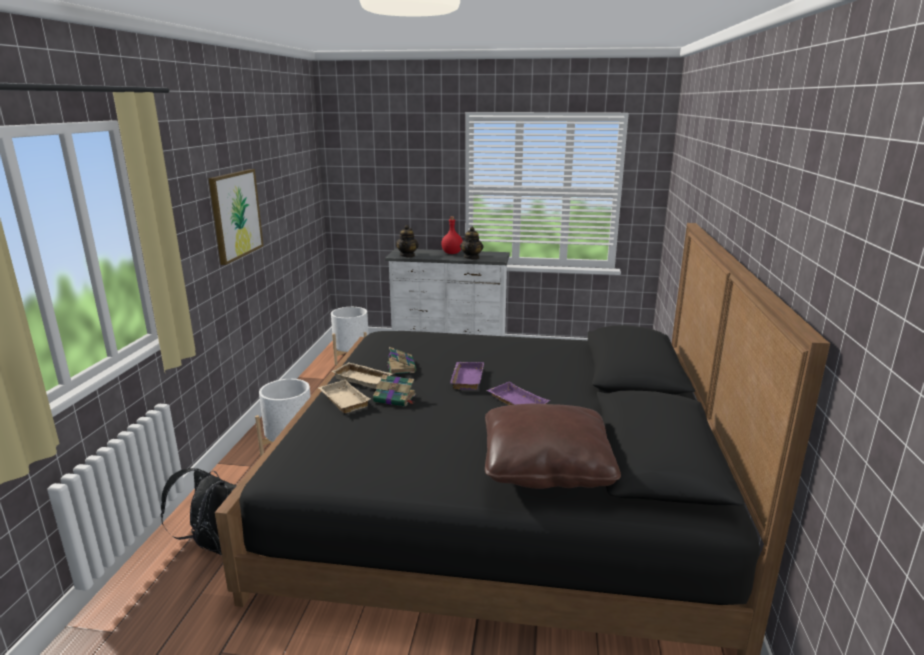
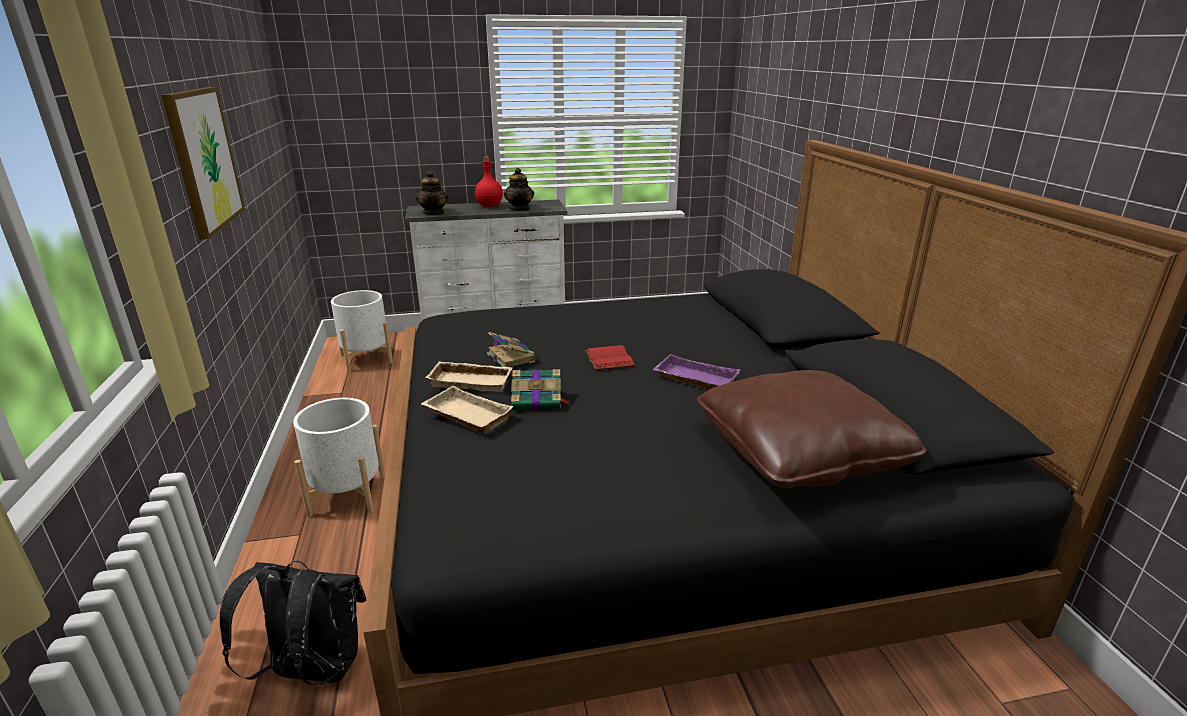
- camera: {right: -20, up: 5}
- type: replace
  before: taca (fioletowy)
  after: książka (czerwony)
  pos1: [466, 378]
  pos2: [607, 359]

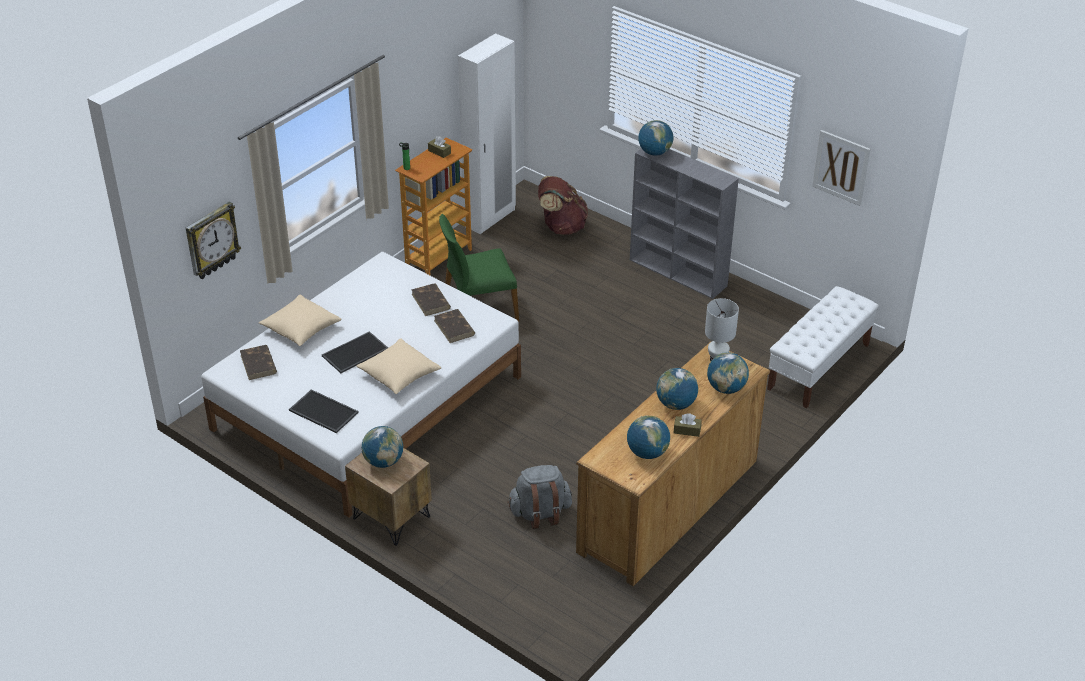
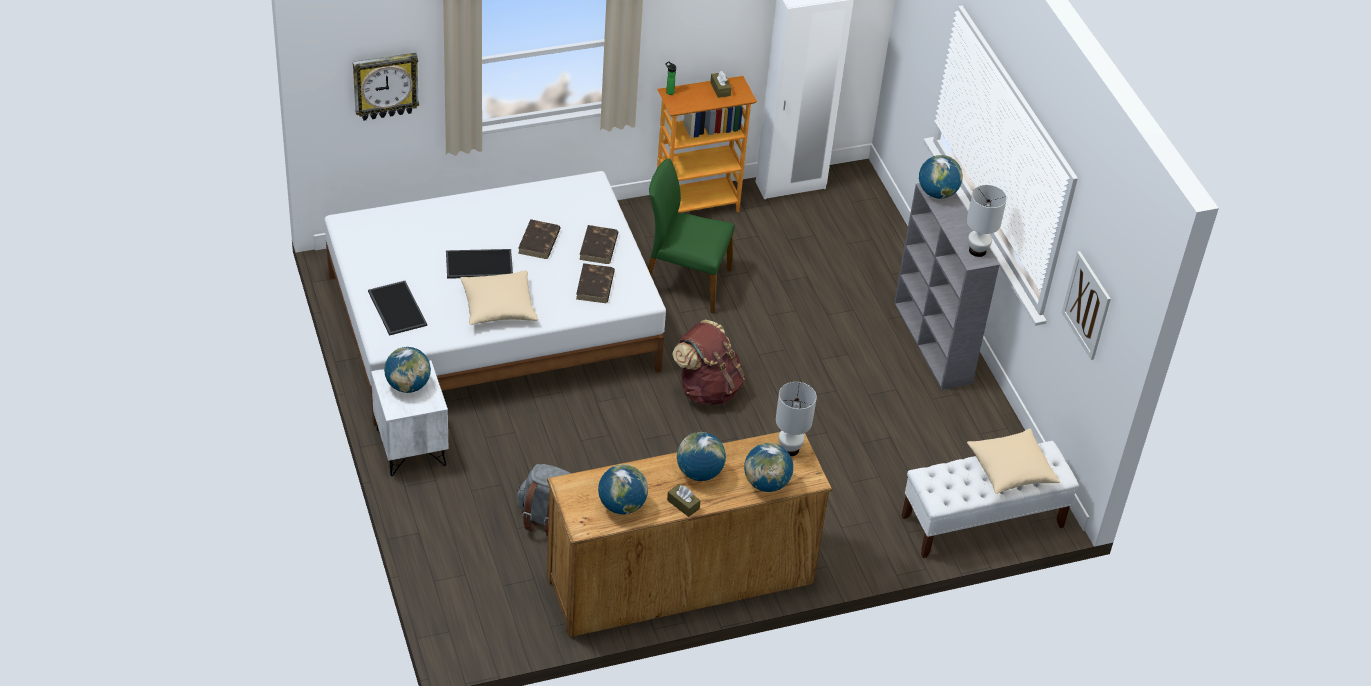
- camera: {right: 30, up: 5}
- type: insert
  after: lampa stołowa (biały)
  pos2: [977, 250]
- type: move
  before: książka (brązowy)
  pos1: [258, 364]
  pos2: [539, 242]
- type: move
  before: poduszka (beżowy)
  pos1: [301, 329]
  pos2: [1010, 470]
- type: move
  before: plecak (brązowy)
  pos1: [561, 227]
  pos2: [707, 388]
- type: recolor
  before: szafka nocna (brązowy)
  after: szafka nocna (biały)
  pos1: [391, 518]
  pos2: [410, 447]

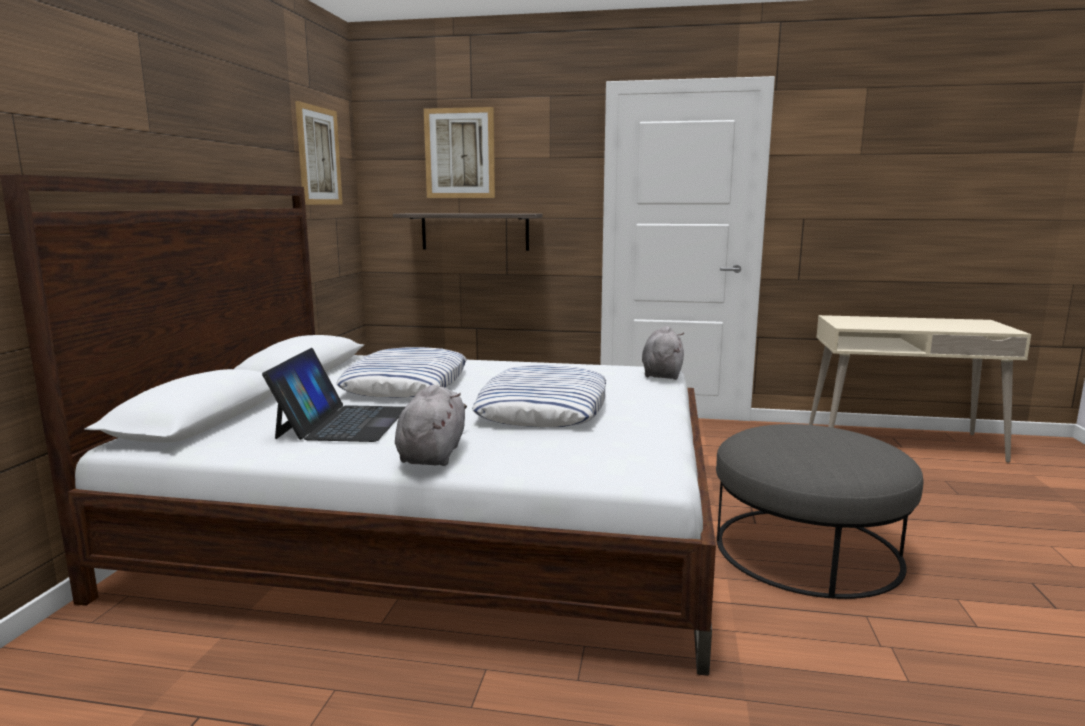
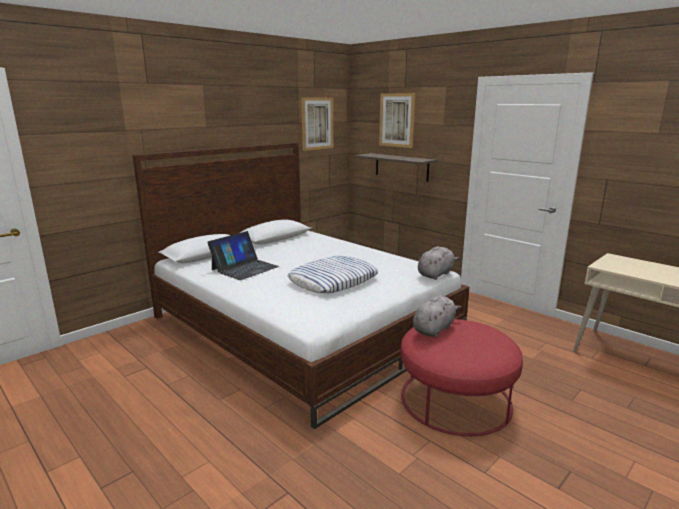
- camera: {right: 35, up: 5}
- type: delete
  before: poduszka
  pos1: [406, 383]
- type: move
  before: pluszak (szary)
  pos1: [432, 454]
  pos2: [434, 329]
- type: recolor
  before: pufa (szary)
  after: pufa (czerwony)
  pos1: [806, 549]
  pos2: [455, 399]

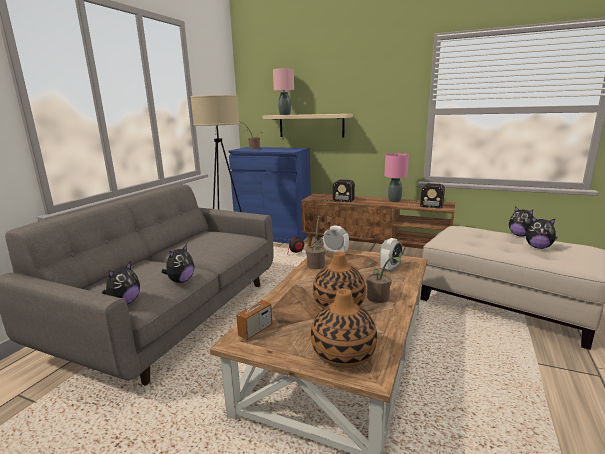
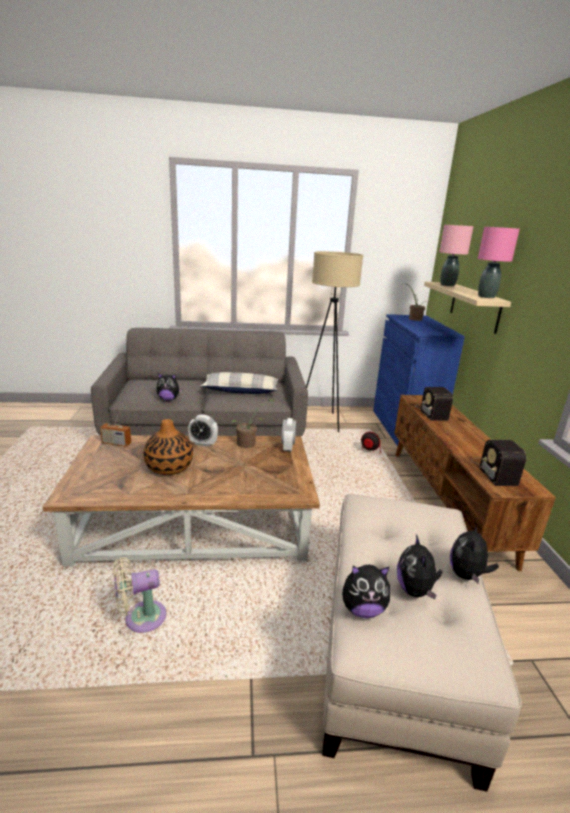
- camera: {right: 60, up: 5}
- type: delete
  before: wazon
  pos1: [343, 354]
- type: delete
  before: roślina doniczkowa
  pos1: [379, 299]
- type: insert
  after: wentylator (beżowy)
  pos2: [141, 618]
- type: insert
  after: poduszka
  pos2: [241, 390]
- type: move
  before: pluszak
  pos1: [124, 302]
  pos2: [362, 609]
- type: move
  before: budzik
  pos1: [390, 268]
  pos2: [203, 443]
- type: move
  before: lampa stołowa (różowy)
  pos1: [394, 201]
  pos2: [486, 297]

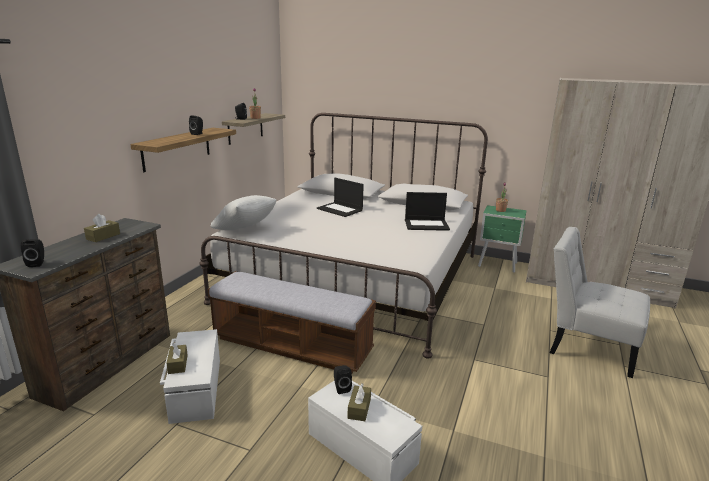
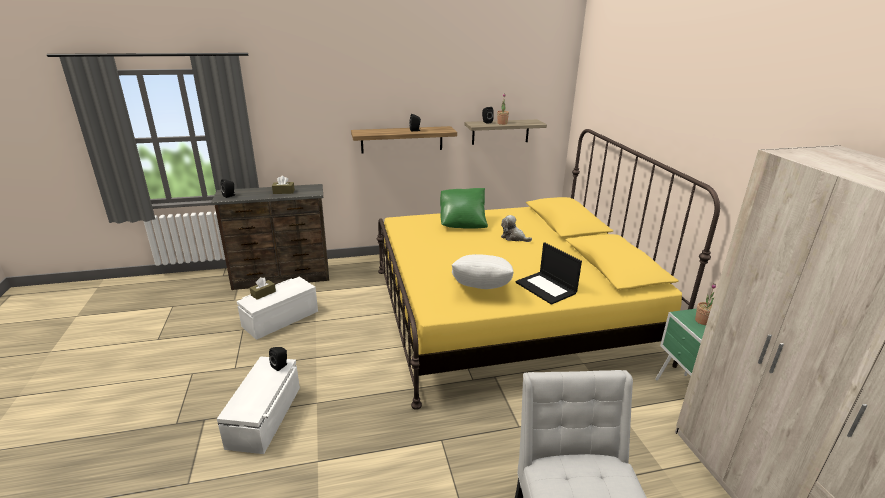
- camera: {right: 55, up: 5}
- type: delete
  before: ławka
  pos1: [292, 345]
- type: delete
  before: pudełko chusteczek (brązowy)
  pos1: [359, 408]
- type: insert
  after: poduszka (zielony)
  pos2: [462, 223]
- type: move
  before: poduszka (biały)
  pos1: [245, 230]
  pos2: [480, 290]
- type: replace
  before: laptop
  after: pluszak
  pos1: [340, 209]
  pos2: [513, 237]
- type: recolor
  before: łóżko (biały)
  after: łóżko (żółty)
  pos1: [355, 277]
  pos2: [508, 313]

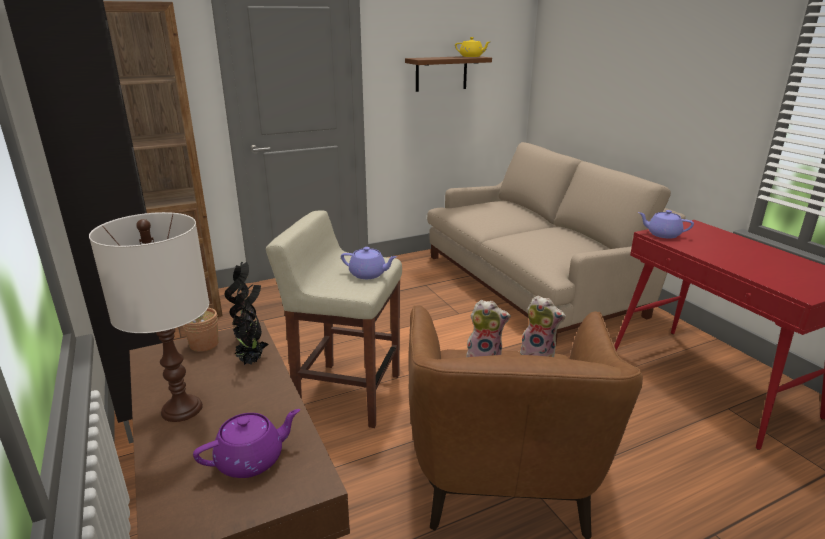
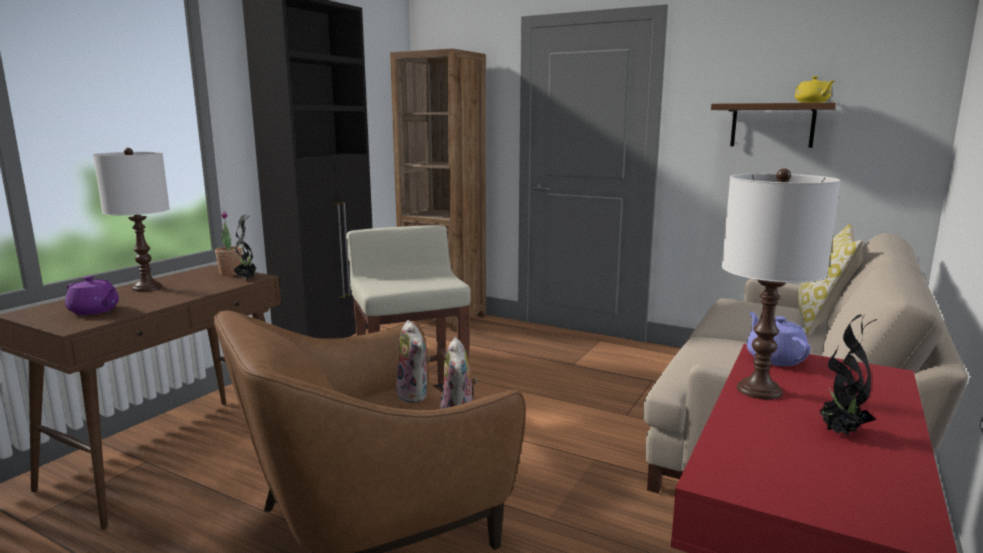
- camera: {right: 55, up: -10}
- type: delete
  before: imbryk (fioletowy)
  pos1: [368, 274]
- type: insert
  after: lampa stołowa (biały)
  pos2: [759, 390]
- type: insert
  after: poduszka
  pos2: [822, 321]
- type: move
  before: roślina doniczkowa
  pos1: [251, 362]
  pos2: [840, 432]

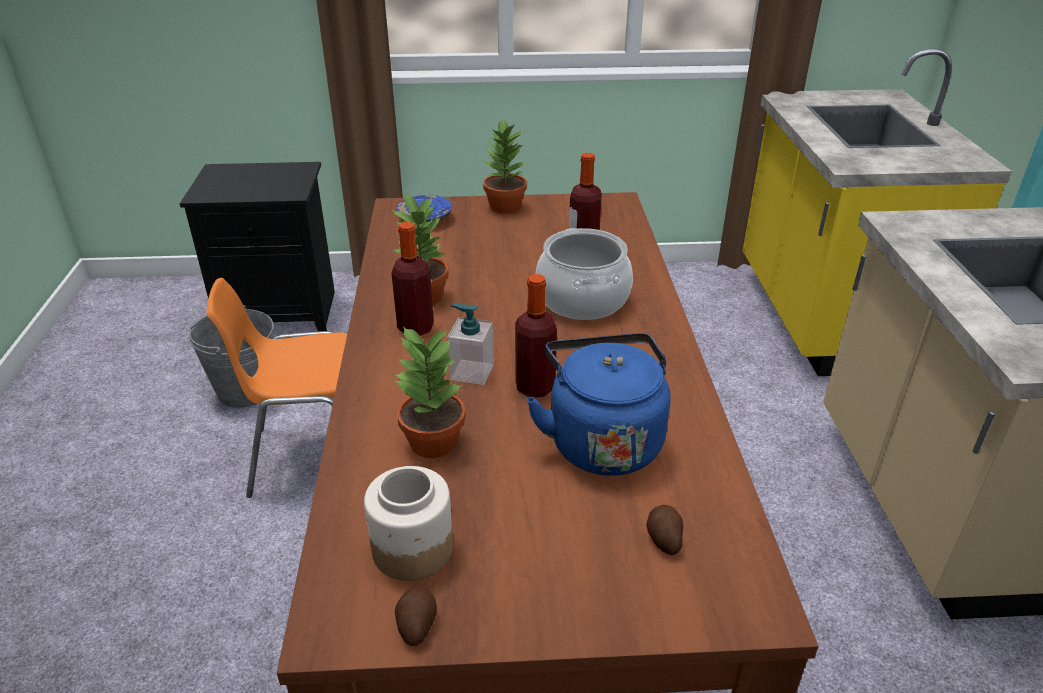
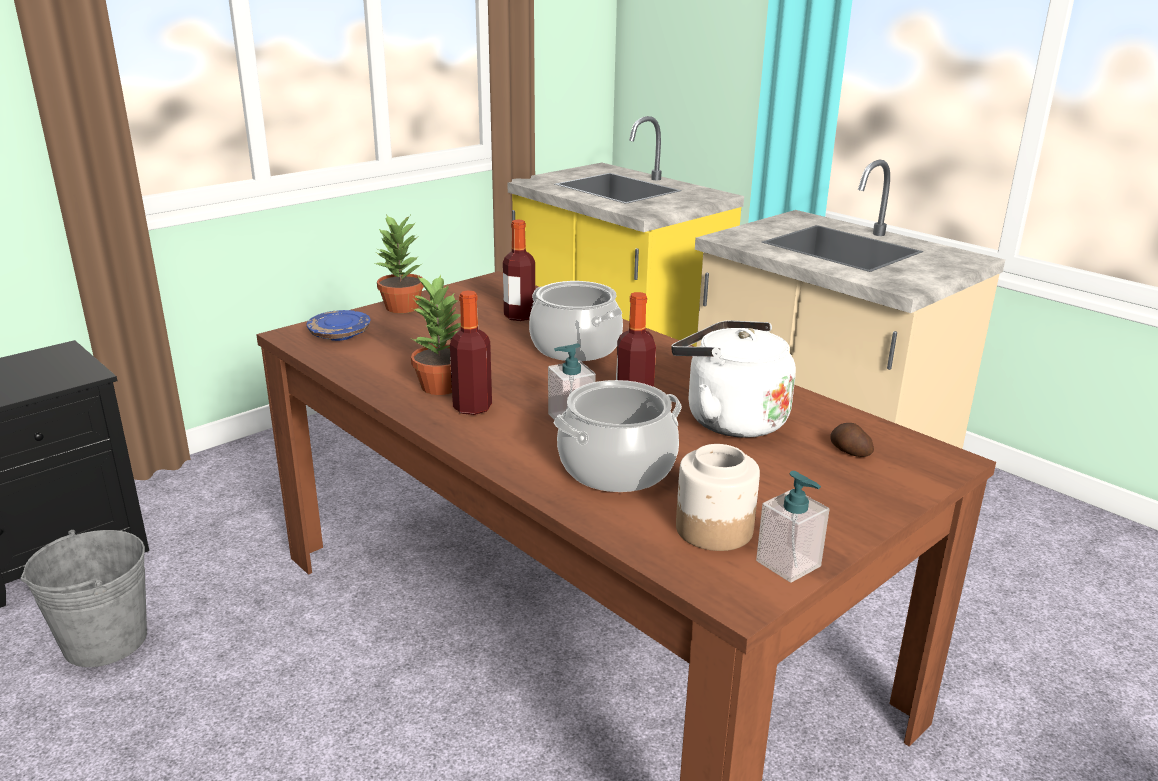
- camera: {right: -40, up: -10}
- type: delete
  before: krzesło (pomarańczowy)
  pos1: [314, 456]
- type: replace
  before: roślina doniczkowa
  after: garnek
  pos1: [432, 442]
  pos2: [617, 468]
- type: replace
  before: ziemniak
  after: dozownik mydła
  pos1: [416, 624]
  pos2: [788, 564]
- type: recolor
  before: czajnik (niebieski)
  after: czajnik (biały)
  pos1: [602, 440]
  pos2: [729, 419]

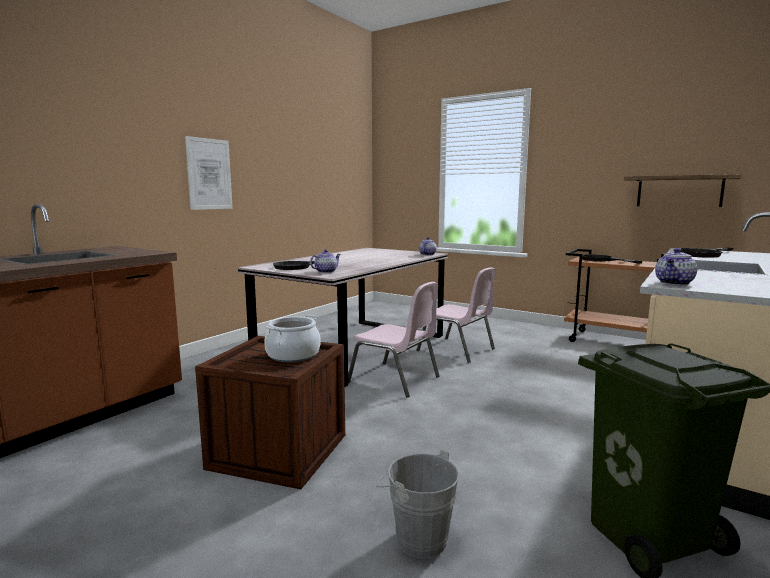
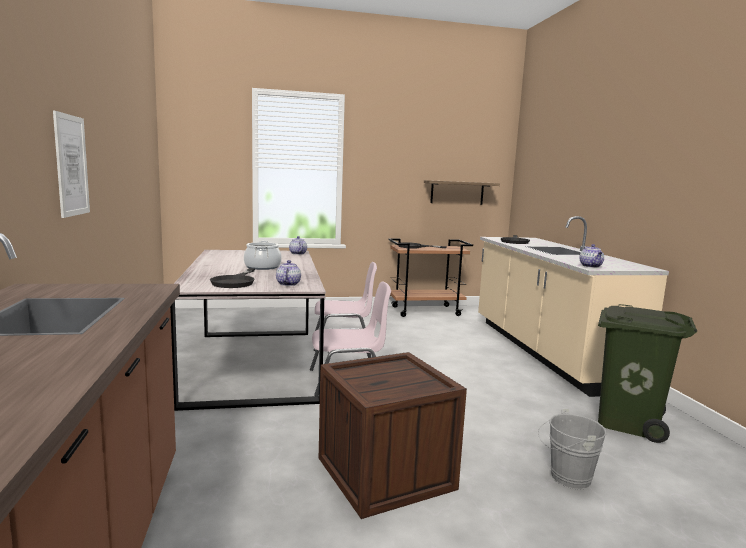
- camera: {right: -45, up: 0}
- type: move
  before: garnek
  pos1: [293, 355]
  pos2: [262, 267]

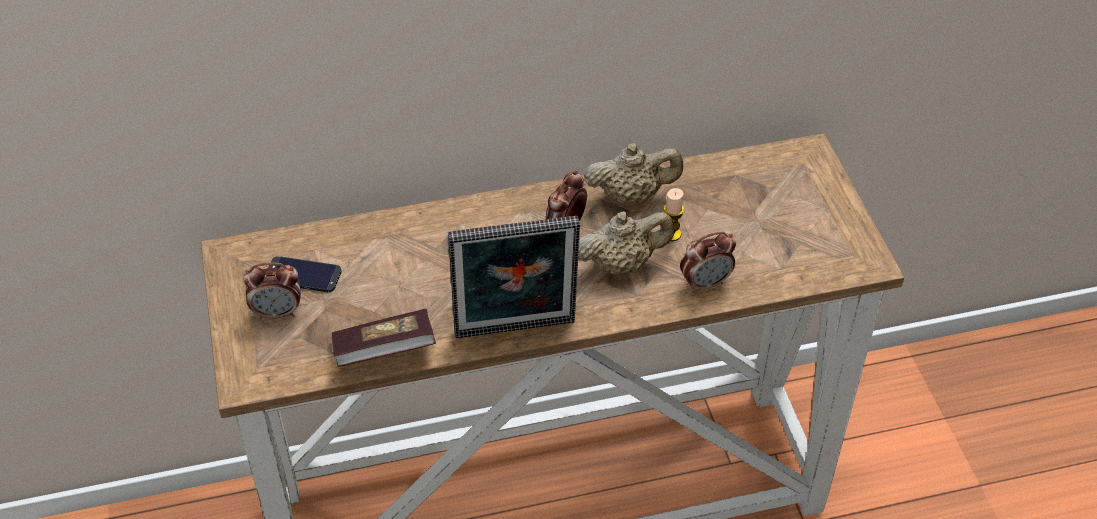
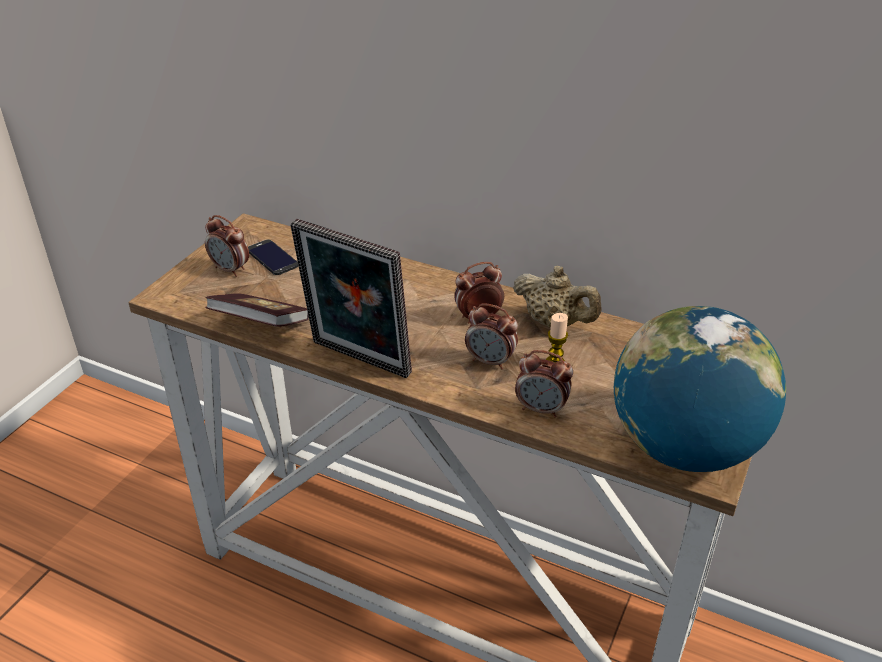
- camera: {right: 40, up: -10}
- type: insert
  after: globus
  pos2: [683, 447]
- type: replace
  before: imbryk (beżowy)
  after: budzik
  pos1: [622, 264]
  pos2: [490, 361]

